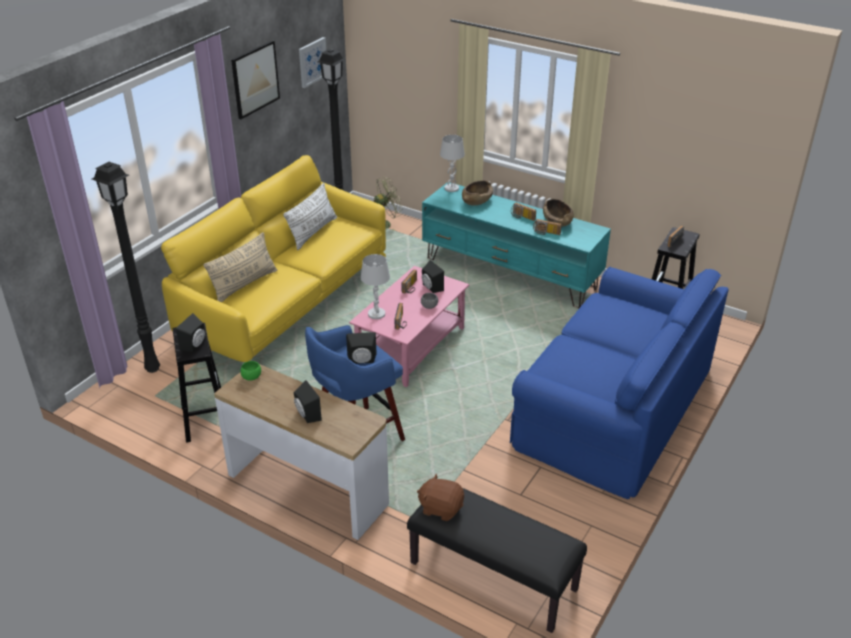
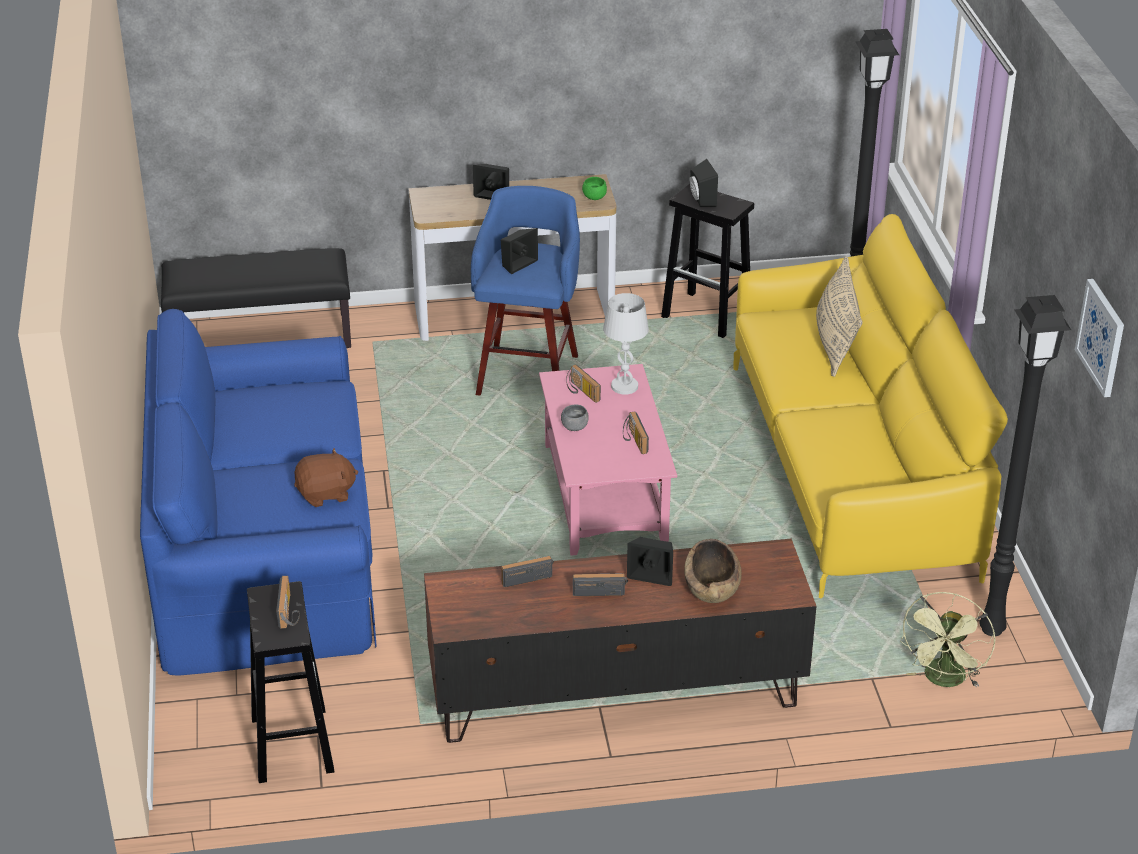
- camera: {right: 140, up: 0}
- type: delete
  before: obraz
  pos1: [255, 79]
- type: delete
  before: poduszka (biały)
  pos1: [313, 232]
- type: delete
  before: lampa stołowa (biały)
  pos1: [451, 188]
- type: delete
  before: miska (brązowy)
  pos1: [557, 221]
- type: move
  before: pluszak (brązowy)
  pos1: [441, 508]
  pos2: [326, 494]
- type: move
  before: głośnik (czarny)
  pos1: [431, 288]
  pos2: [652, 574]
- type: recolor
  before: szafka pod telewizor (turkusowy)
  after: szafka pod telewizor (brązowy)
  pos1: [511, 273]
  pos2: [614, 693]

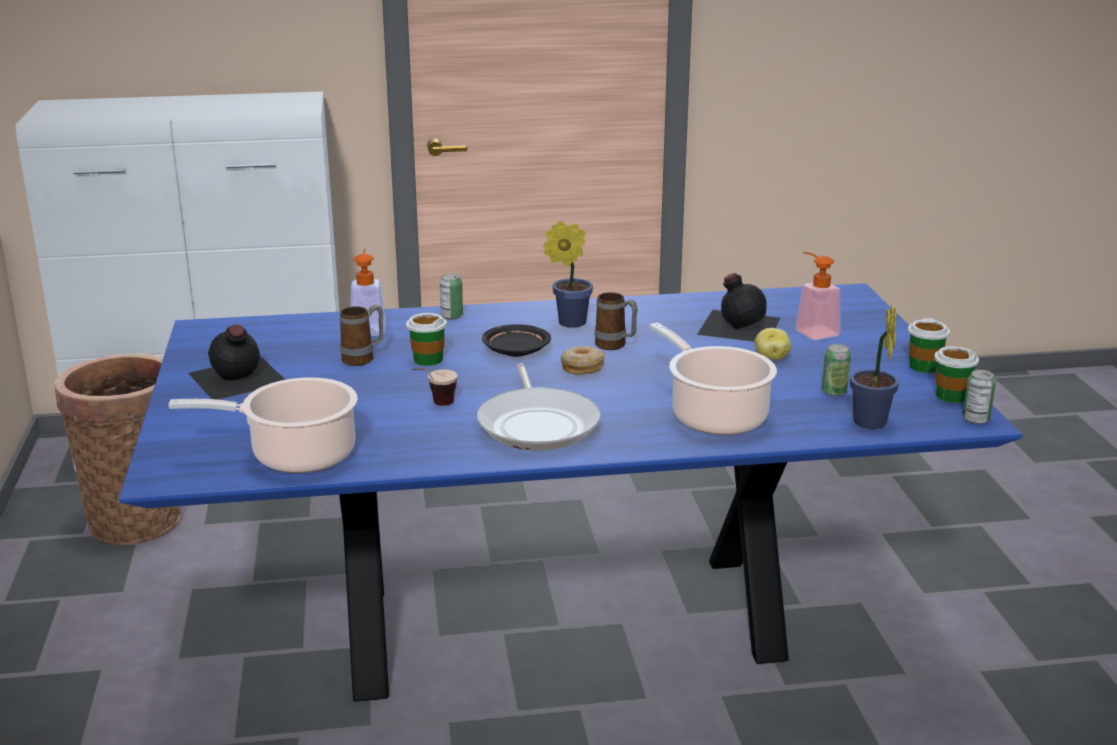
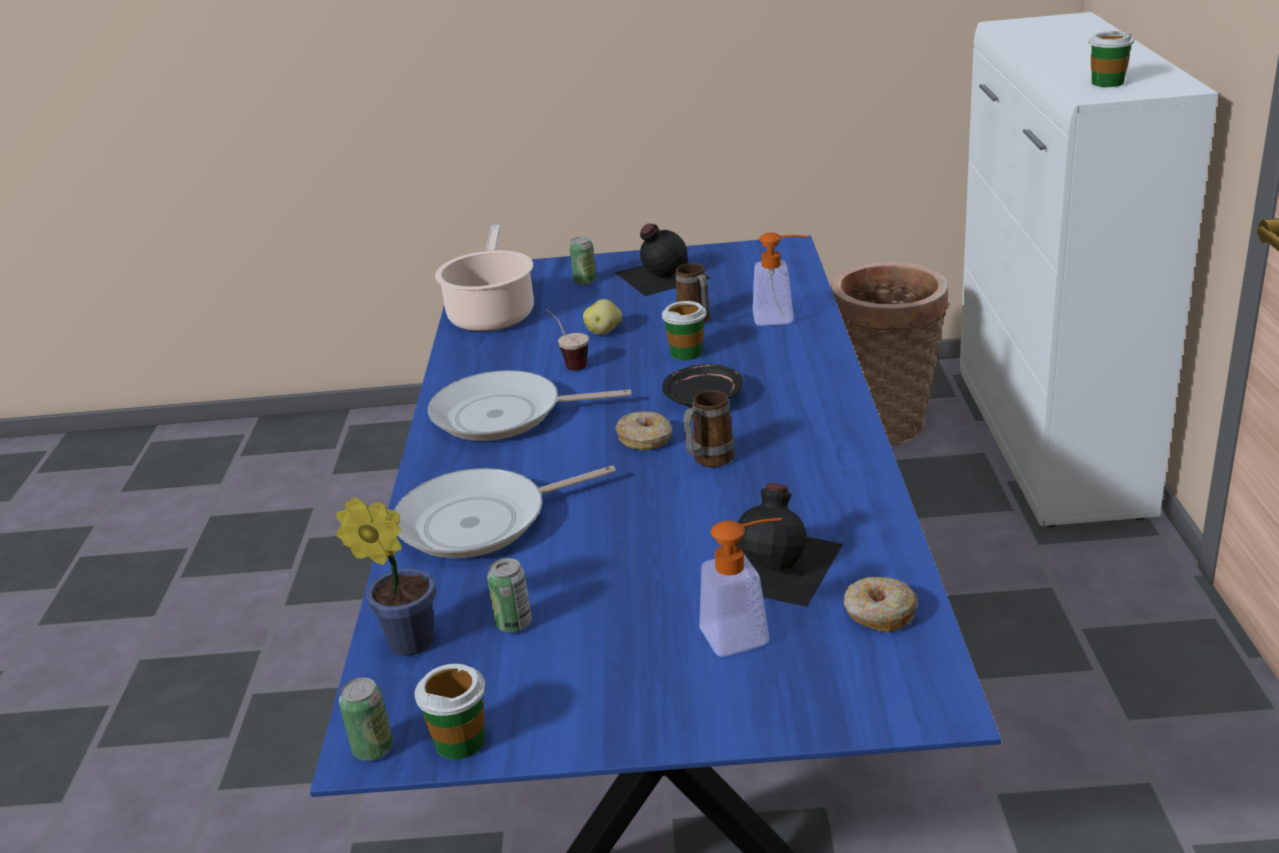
- camera: {right: 100, up: 5}
- type: delete
  before: roślina doniczkowa
  pos1: [568, 322]
- type: insert
  after: donut
  pos2: [879, 613]
- type: move
  before: puszka
  pos1: [452, 316]
  pos2: [585, 281]
- type: move
  before: ziemniak
  pos1: [771, 357]
  pos2: [604, 331]
- type: move
  before: filiżanka
  pos1: [924, 367]
  pos2: [1107, 83]
- type: replace
  before: garnek
  after: patelnia
  pos1: [714, 415]
  pos2: [481, 522]

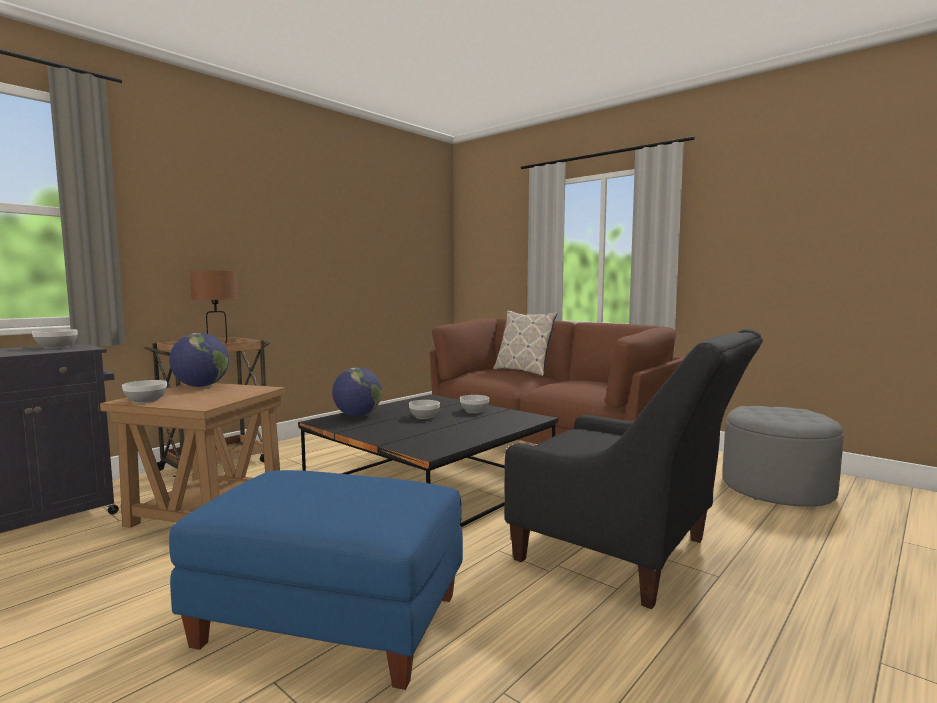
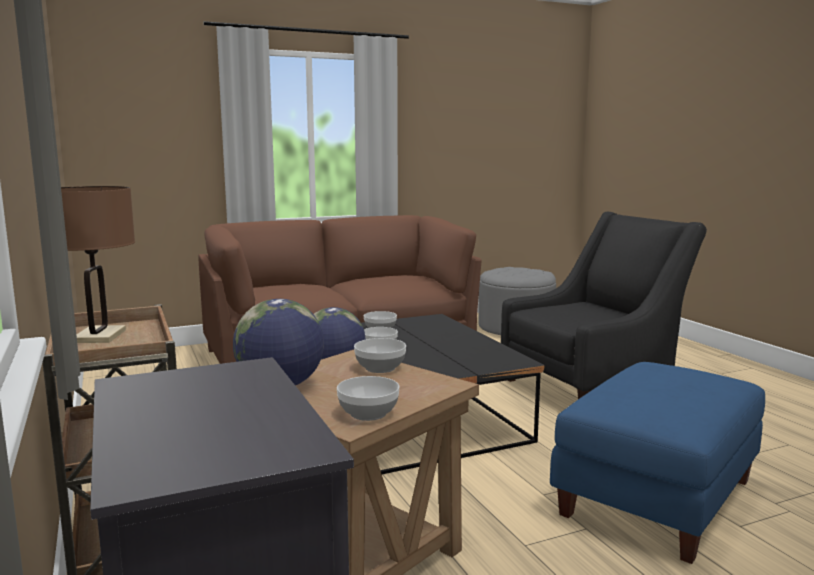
- camera: {right: -65, up: 5}
- type: delete
  before: poduszka
  pos1: [523, 371]
- type: move
  before: miska
  pos1: [56, 347]
  pos2: [380, 368]

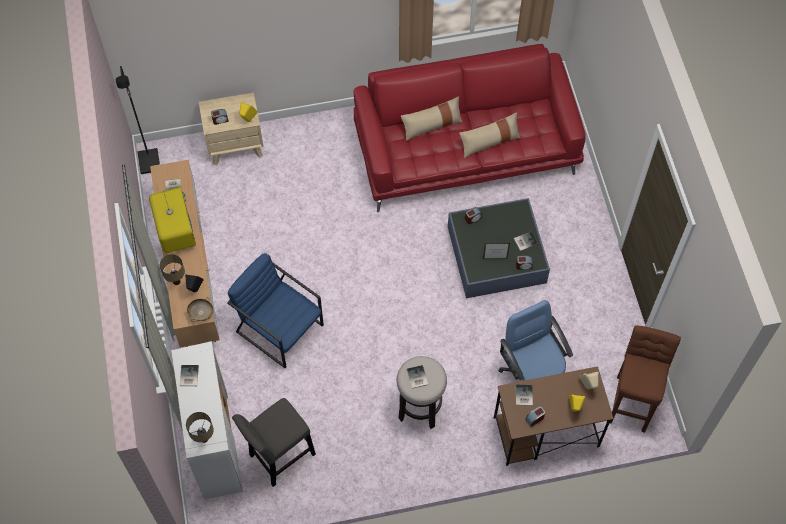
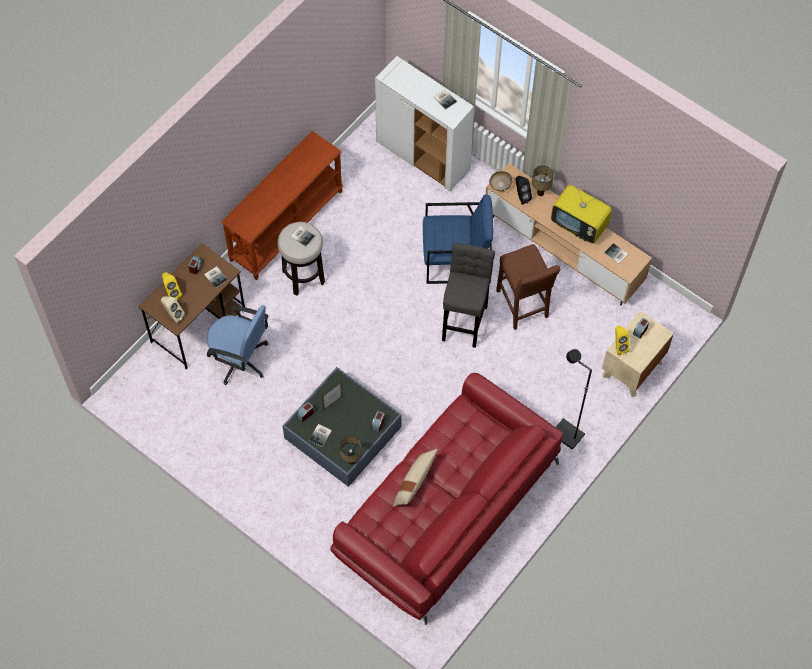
- camera: {right: 140, up: 0}
- type: delete
  before: poduszka (beżowy)
  pos1: [431, 125]
- type: insert
  after: stolik konsolowy (brązowy)
  pos2: [286, 224]
- type: move
  before: lampa stojąca (czarny)
  pos1: [150, 162]
  pos2: [566, 435]
- type: move
  before: lampa stołowa
  pos1: [203, 439]
  pos2: [351, 460]
- type: move
  before: stołek (szary)
  pos1: [279, 457]
  pos2: [464, 320]
- type: move
  before: stołek (brązowy)
  pos1: [632, 400]
  pos2: [522, 307]

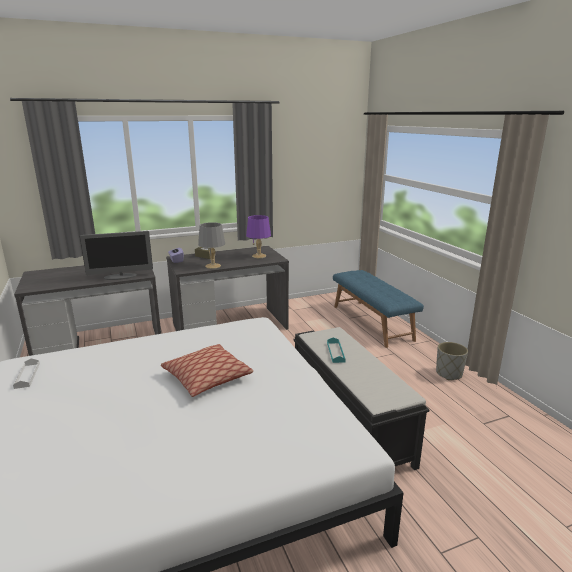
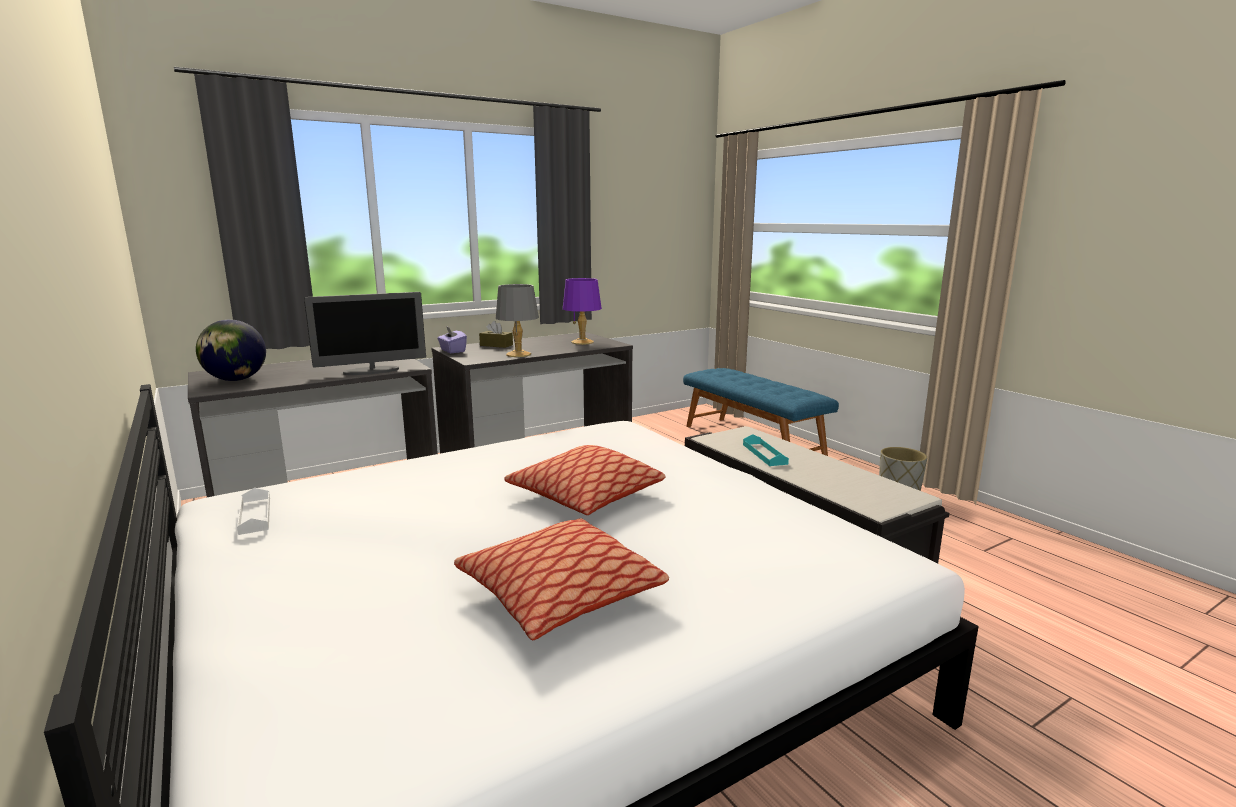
- camera: {right: -10, up: -5}
- type: insert
  after: globus
  pos2: [236, 380]
- type: insert
  after: poduszka
  pos2: [561, 594]

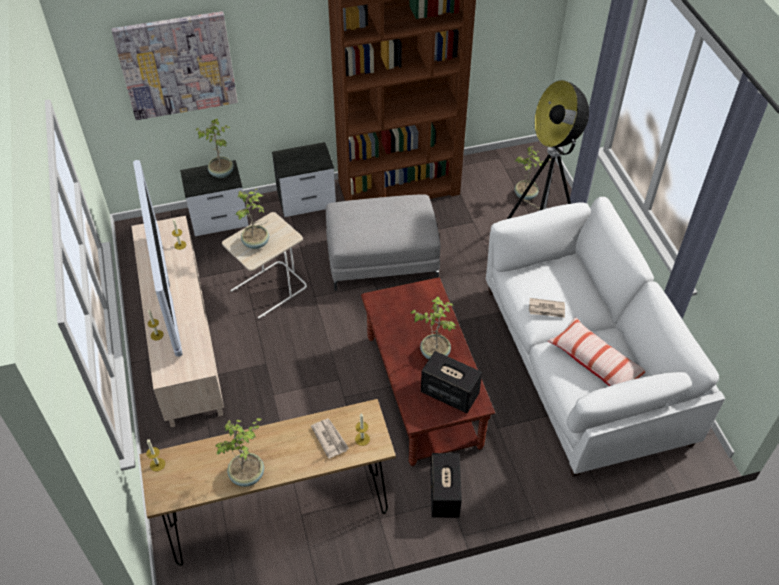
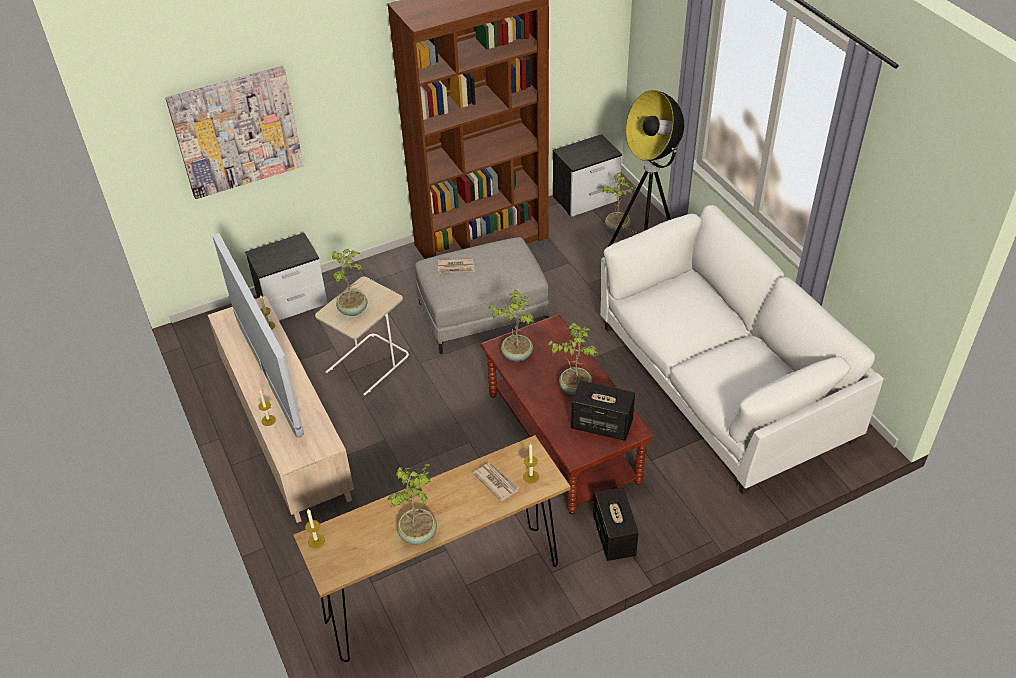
- camera: {right: -10, up: -5}
- type: delete
  before: poduszka
  pos1: [595, 362]
- type: move
  before: roślina doniczkowa
  pos1: [222, 172]
  pos2: [517, 354]
- type: move
  before: szafka nocna
  pos1: [307, 200]
  pos2: [586, 199]
- type: move
  before: gazeta
  pos1: [547, 309]
  pos2: [456, 267]

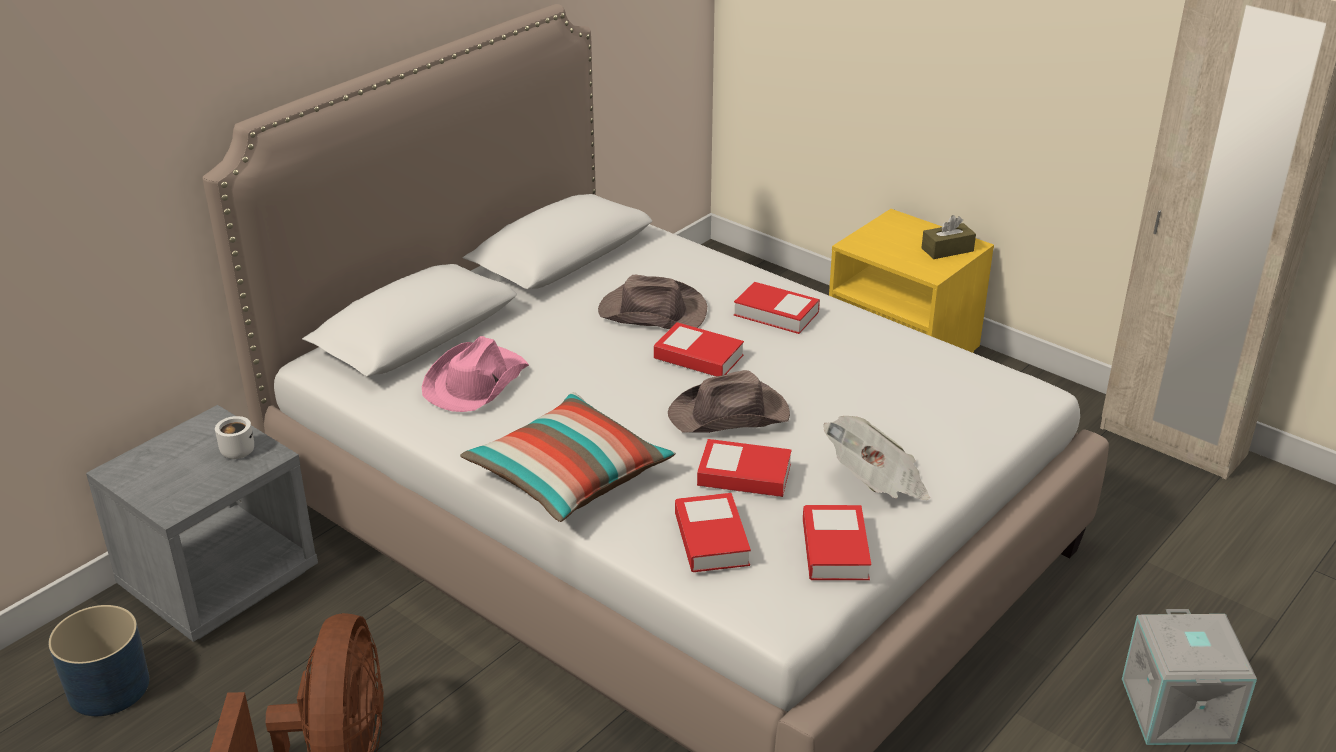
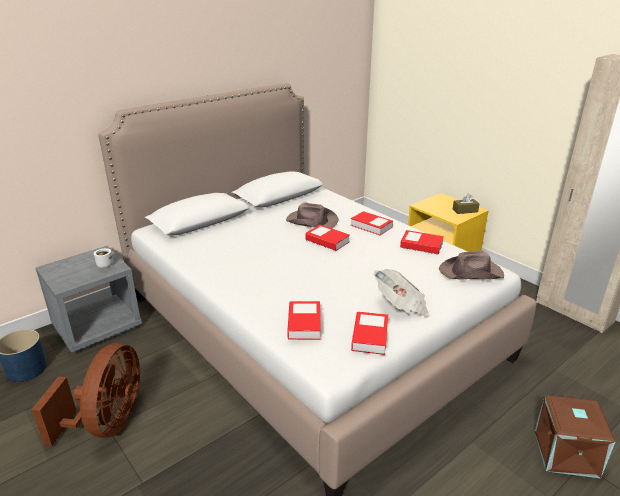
- camera: {right: 10, up: -5}
- type: delete
  before: kapelusz (różowy)
  pos1: [475, 382]
- type: delete
  before: poduszka
  pos1: [569, 477]
- type: move
  before: kapelusz (brązowy)
  pos1: [730, 415]
  pos2: [471, 273]
- type: move
  before: książka
  pos1: [744, 475]
  pos2: [421, 245]
- type: recolor
  before: pojemnik do przechowywania (szary)
  after: pojemnik do przechowywania (brązowy)
  pos1: [1180, 711]
  pos2: [567, 454]

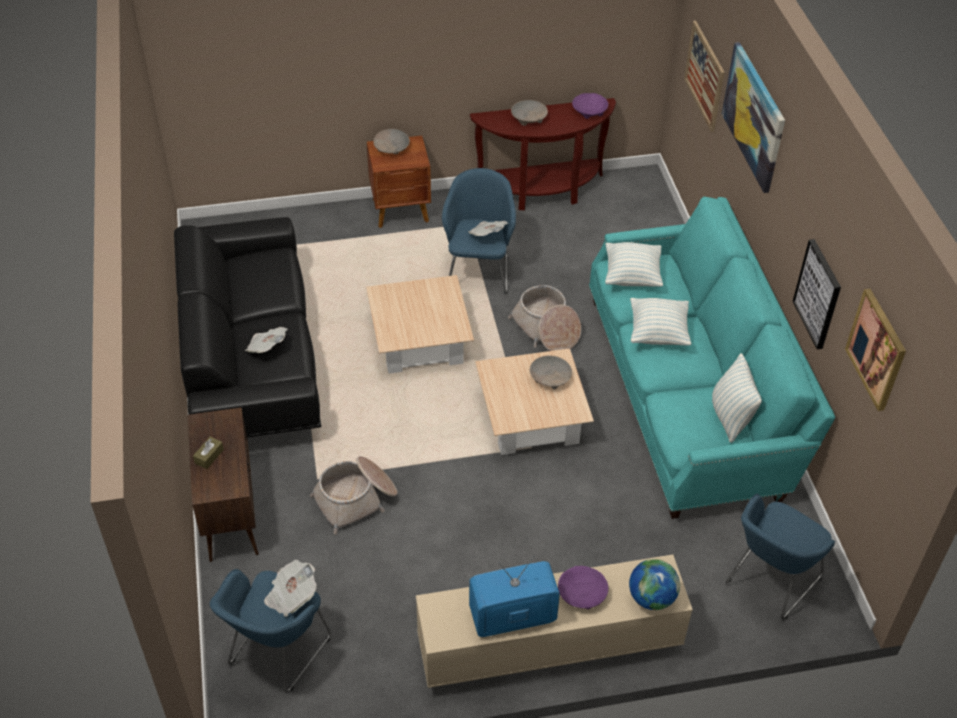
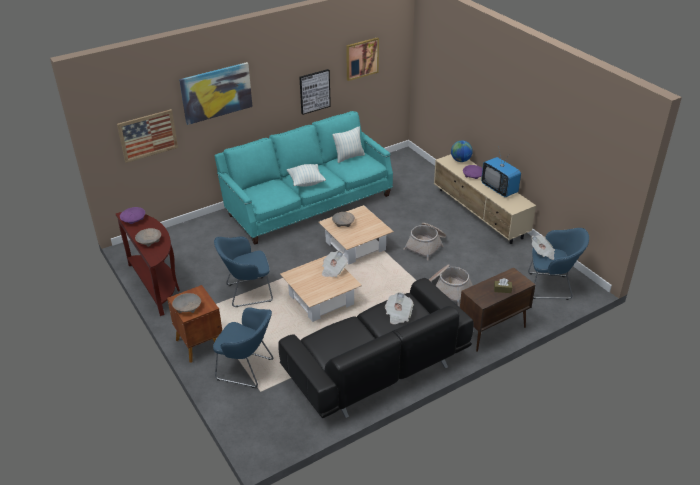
- camera: {right: -110, up: -10}
- type: delete
  before: poduszka
  pos1: [632, 276]
- type: move
  before: gazeta
  pos1: [487, 235]
  pos2: [333, 270]
- type: move
  before: koszyk
  pos1: [546, 329]
  pos2: [426, 245]
- type: move
  before: fotel (niebieski)
  pos1: [769, 582]
  pos2: [247, 369]

